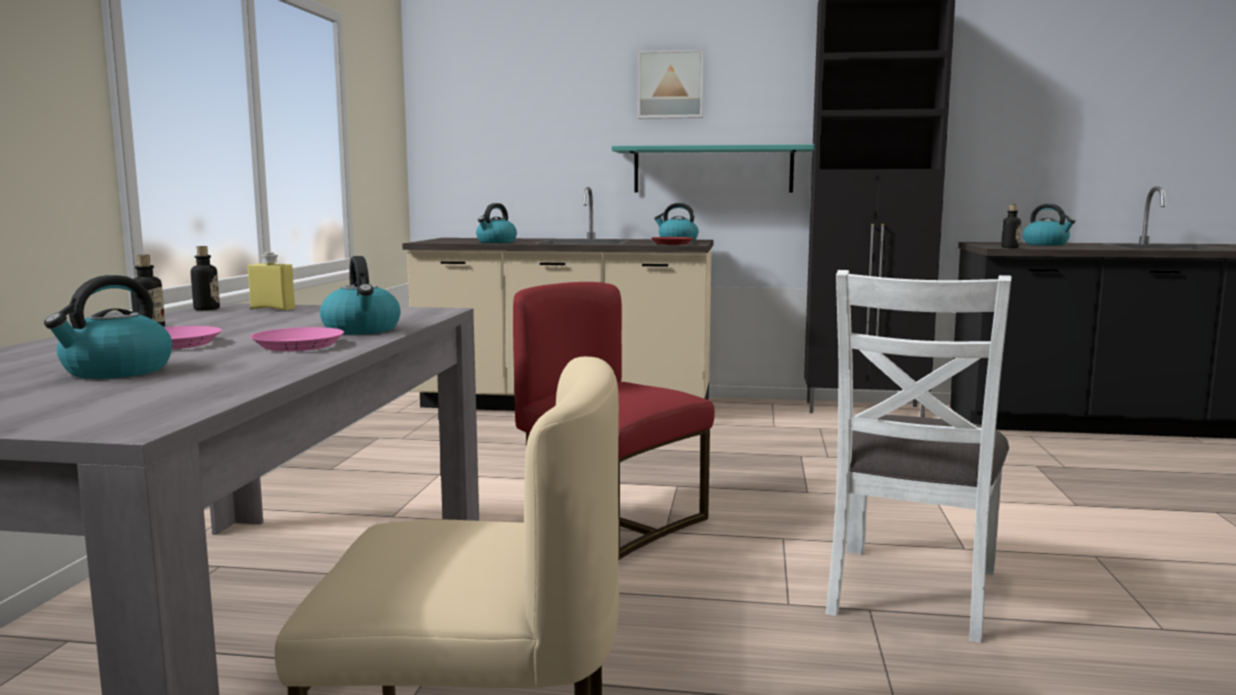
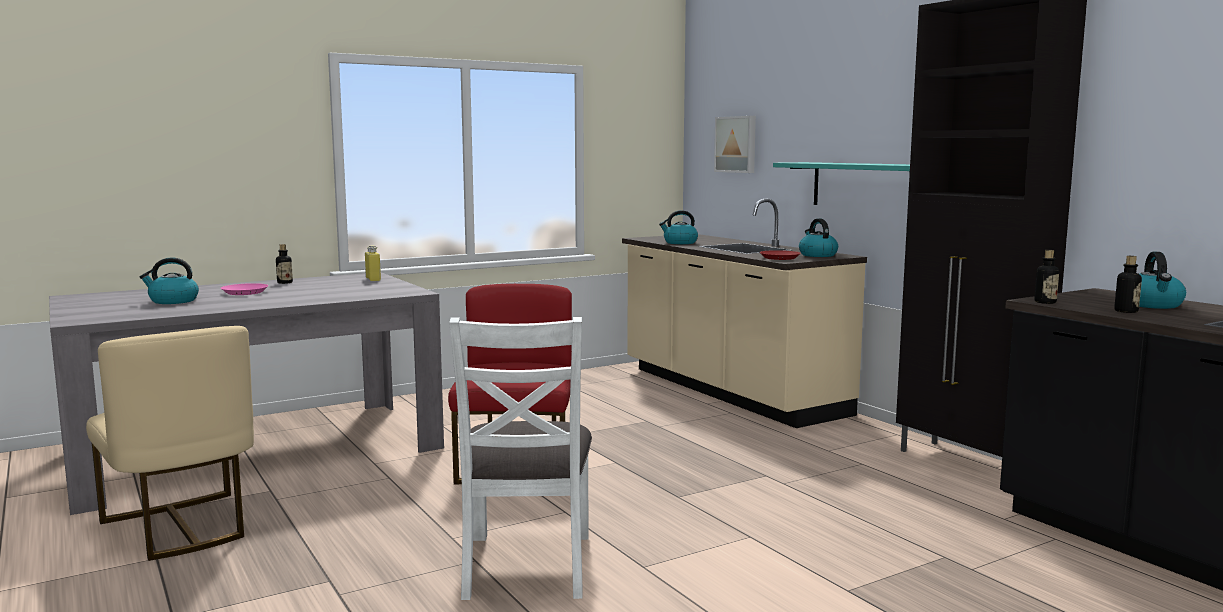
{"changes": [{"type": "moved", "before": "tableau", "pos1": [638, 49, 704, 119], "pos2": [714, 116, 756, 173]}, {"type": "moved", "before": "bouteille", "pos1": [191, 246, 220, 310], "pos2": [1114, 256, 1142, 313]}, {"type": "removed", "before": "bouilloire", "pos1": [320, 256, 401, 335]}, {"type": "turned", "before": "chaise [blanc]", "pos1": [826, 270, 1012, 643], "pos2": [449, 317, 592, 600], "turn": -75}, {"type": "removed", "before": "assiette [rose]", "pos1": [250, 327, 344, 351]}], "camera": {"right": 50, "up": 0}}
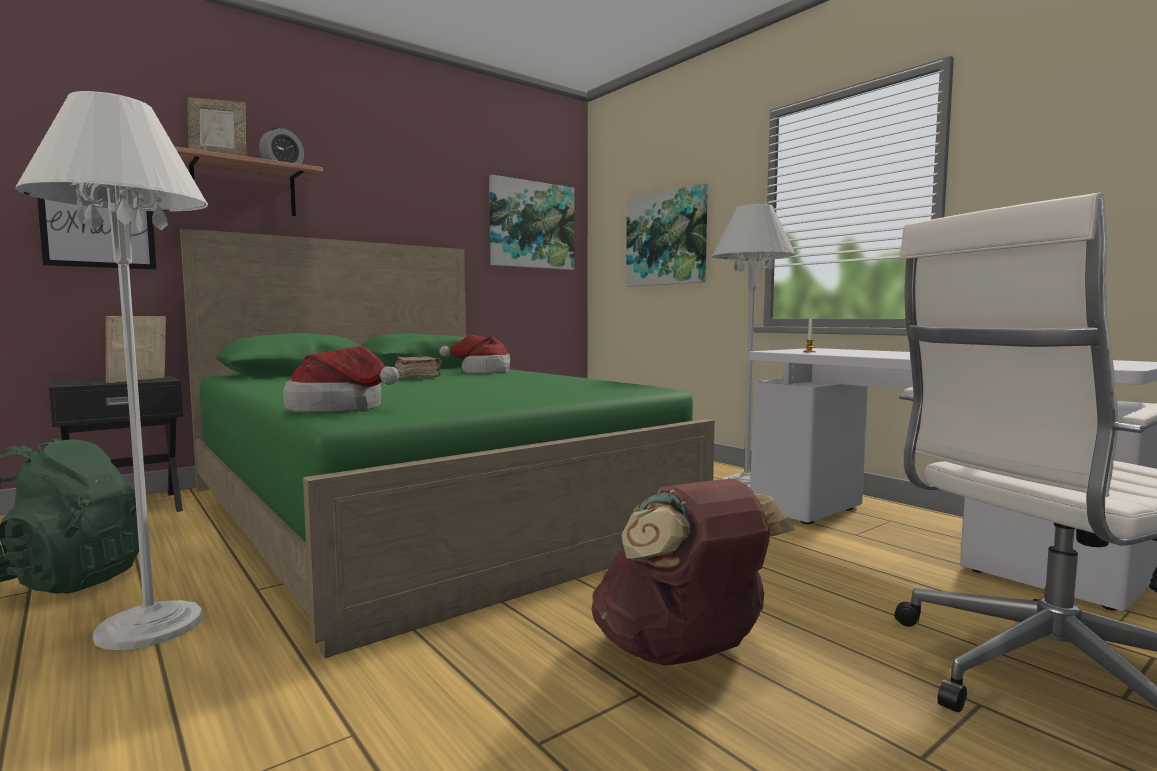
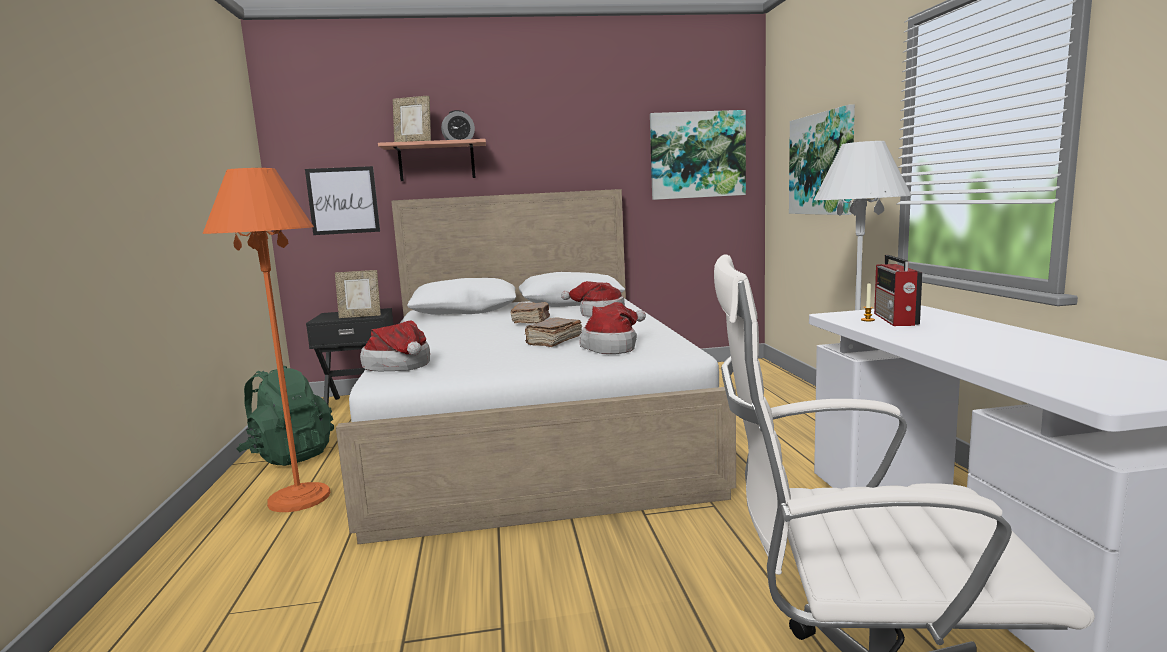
{"changes": [{"type": "recoloured", "before": "lampadaire [blanc]", "after": "lampadaire [orange]", "pos1": [15, 91, 208, 650], "pos2": [203, 168, 330, 512]}, {"type": "recoloured", "before": "lit [vert]", "after": "lit [blanc]", "pos1": [180, 228, 715, 658], "pos2": [336, 189, 736, 544]}, {"type": "turned", "before": "cadre photo", "pos1": [105, 316, 166, 383], "pos2": [335, 270, 381, 318], "turn": -150}, {"type": "removed", "before": "sac à dos [marron]", "pos1": [591, 479, 795, 666]}, {"type": "added", "after": "radio", "pos2": [874, 255, 923, 326]}, {"type": "added", "after": "chapeau", "pos2": [580, 302, 646, 354]}, {"type": "added", "after": "livre [marron]", "pos2": [525, 317, 582, 347]}], "camera": {"right": 30, "up": 5}}
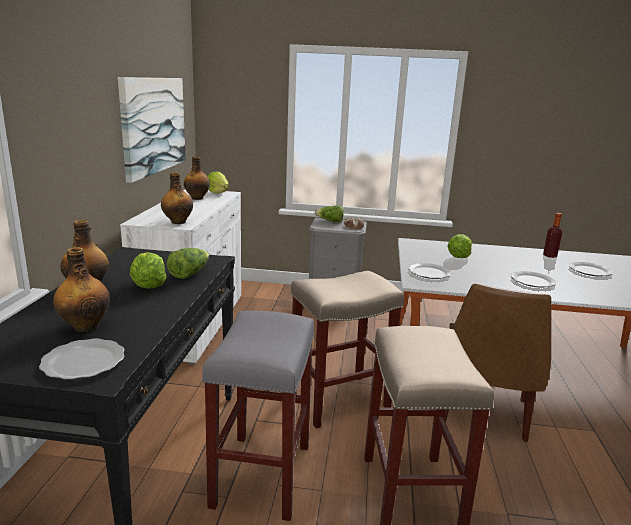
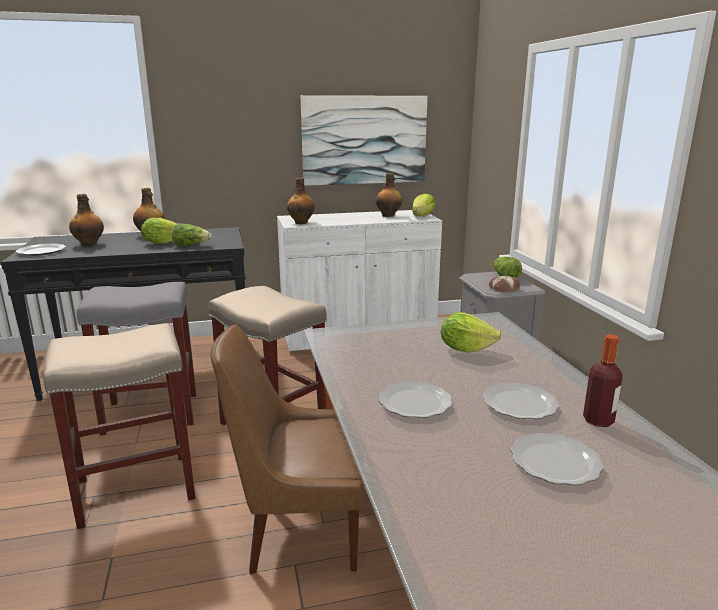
{"changes": [{"type": "moved", "before": "assiette", "pos1": [409, 263, 452, 279], "pos2": [483, 383, 559, 419]}], "camera": {"right": 70, "up": 0}}
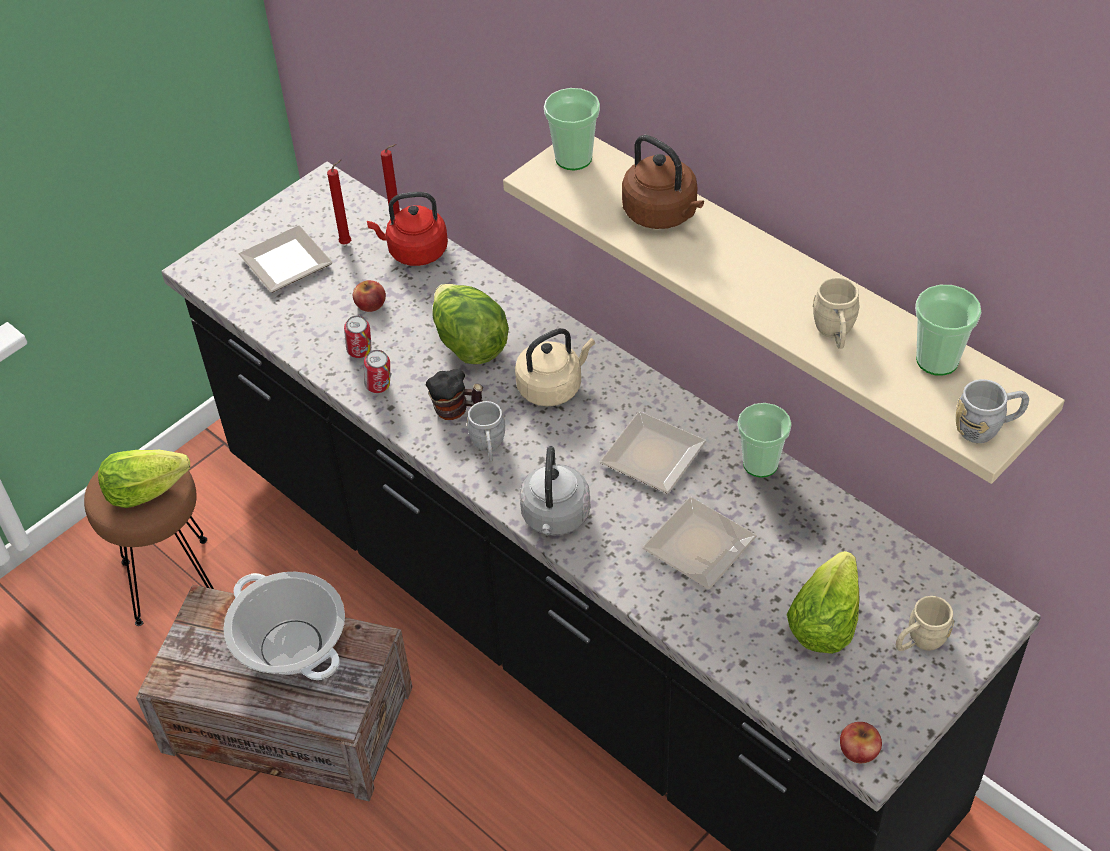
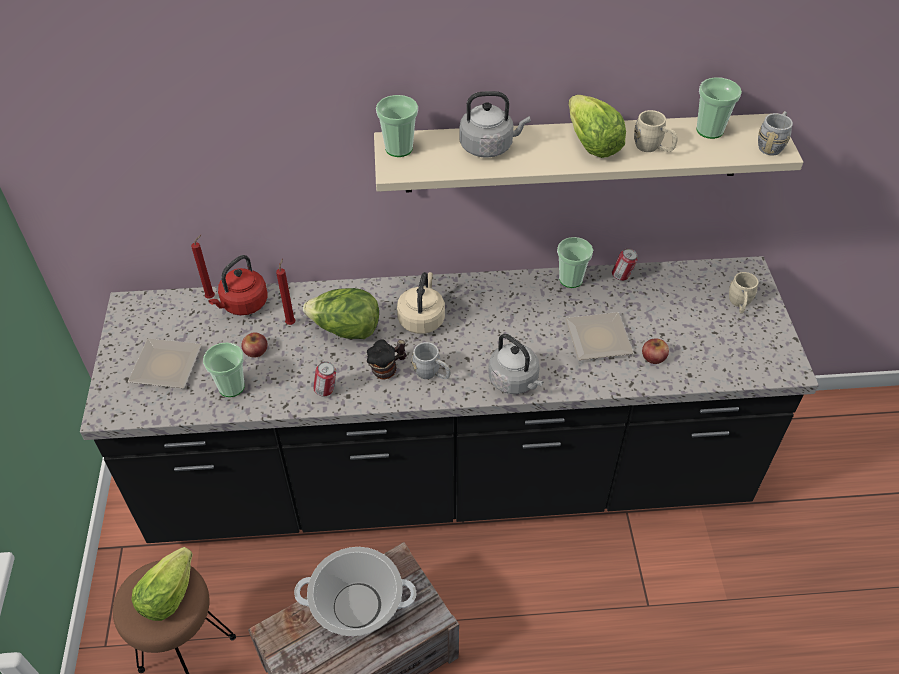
{"changes": [{"type": "recoloured", "before": "bouilloire [marron]", "after": "bouilloire [gris]", "pos1": [622, 135, 704, 229], "pos2": [459, 91, 530, 158]}, {"type": "moved", "before": "bougie [rouge]", "pos1": [327, 160, 351, 244], "pos2": [276, 259, 295, 325]}, {"type": "moved", "before": "boîte métallique", "pos1": [344, 316, 371, 358], "pos2": [612, 248, 638, 281]}, {"type": "removed", "before": "assiette", "pos1": [600, 411, 707, 494]}, {"type": "moved", "before": "laitue", "pos1": [787, 551, 859, 654], "pos2": [568, 95, 626, 158]}, {"type": "moved", "before": "pomme", "pos1": [840, 722, 882, 763], "pos2": [642, 338, 669, 364]}, {"type": "added", "after": "tasse", "pos2": [203, 342, 245, 397]}], "camera": {"right": -50, "up": 0}}
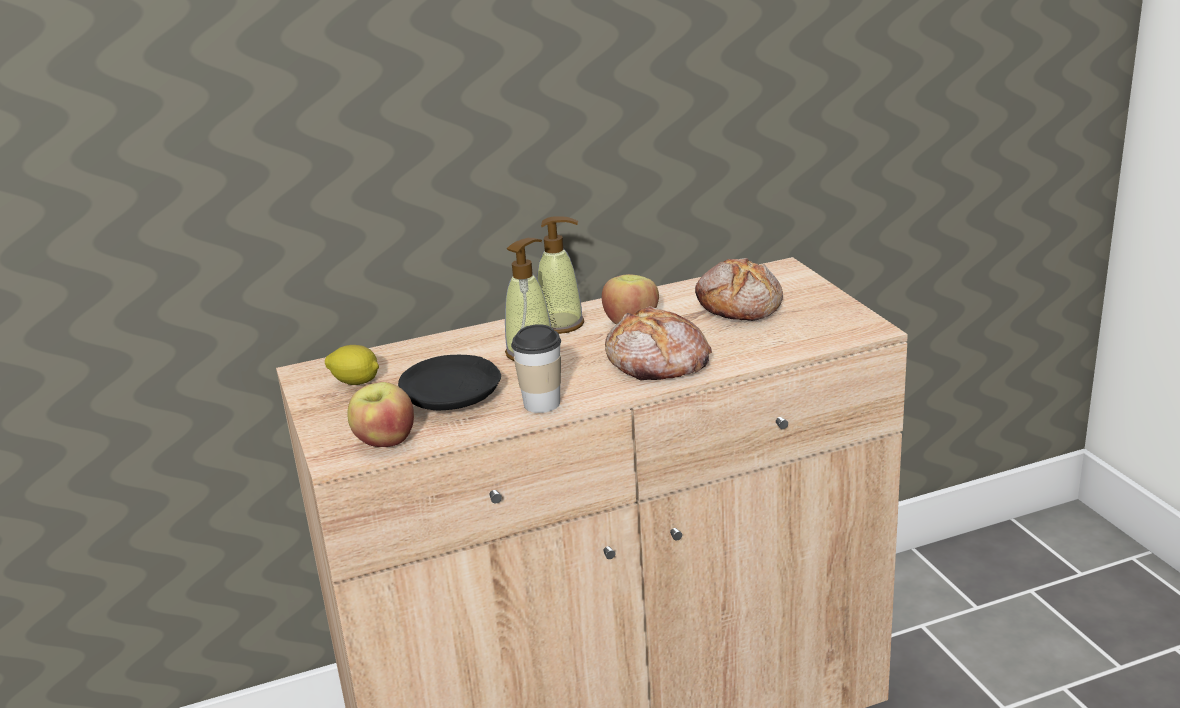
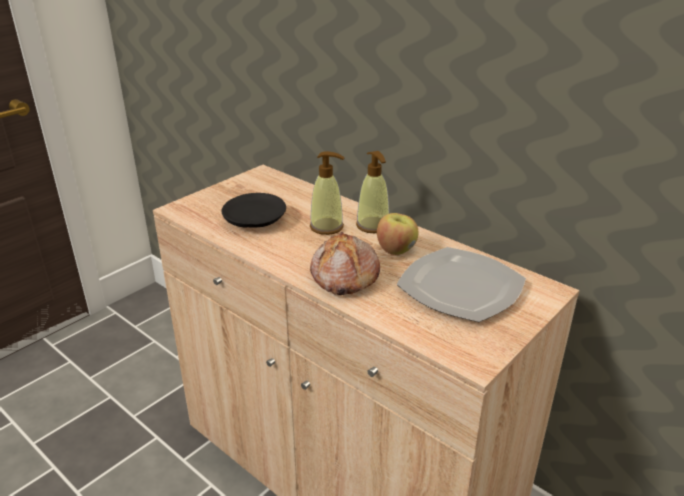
{"changes": [{"type": "replaced", "before": "pain", "after": "assiette", "pos1": [695, 258, 783, 321], "pos2": [397, 247, 526, 322]}, {"type": "removed", "before": "tasse", "pos1": [511, 324, 561, 413]}, {"type": "removed", "before": "citron", "pos1": [325, 345, 379, 385]}, {"type": "removed", "before": "pomme", "pos1": [347, 382, 414, 447]}], "camera": {"right": 60, "up": 5}}
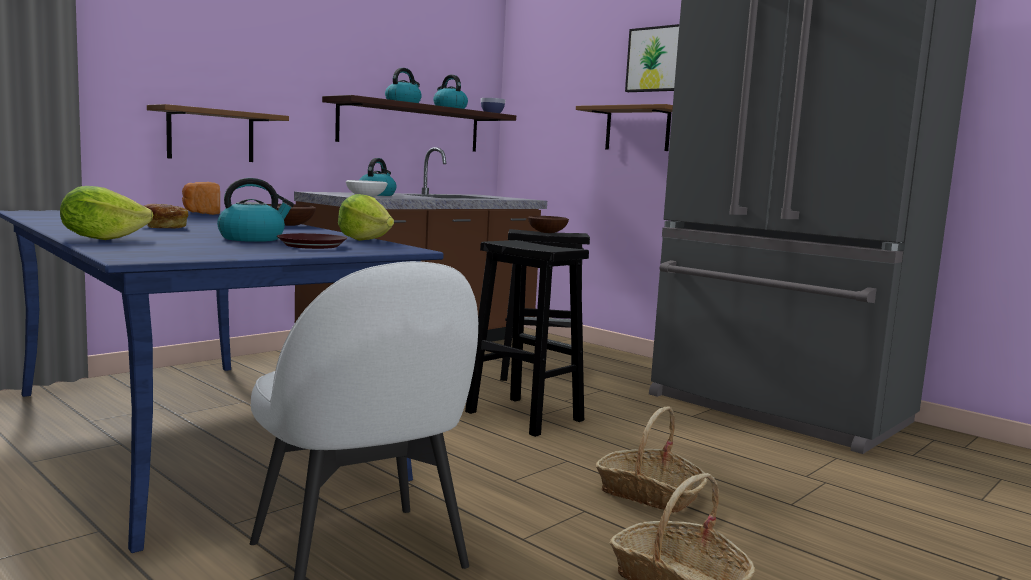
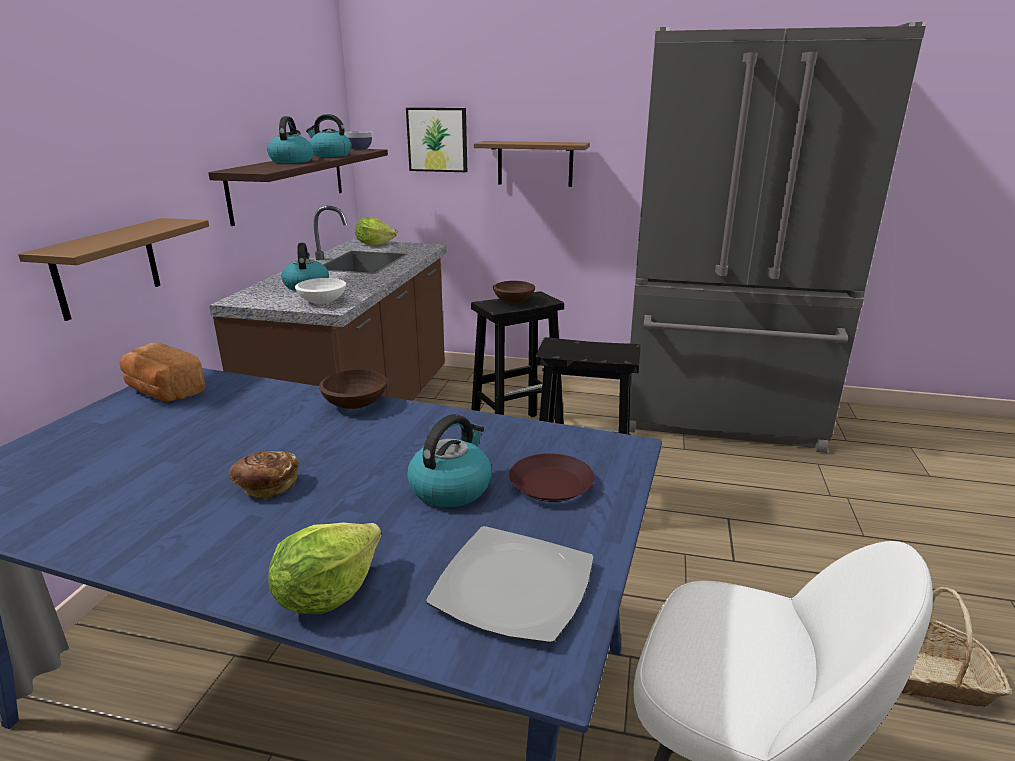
{"changes": [{"type": "moved", "before": "tableau", "pos1": [625, 24, 679, 92], "pos2": [406, 108, 467, 172]}, {"type": "moved", "before": "laitue", "pos1": [338, 194, 394, 241], "pos2": [355, 217, 397, 246]}, {"type": "removed", "before": "panier", "pos1": [596, 406, 708, 513]}, {"type": "added", "after": "assiette", "pos2": [426, 526, 594, 643]}], "camera": {"right": -30, "up": 15}}
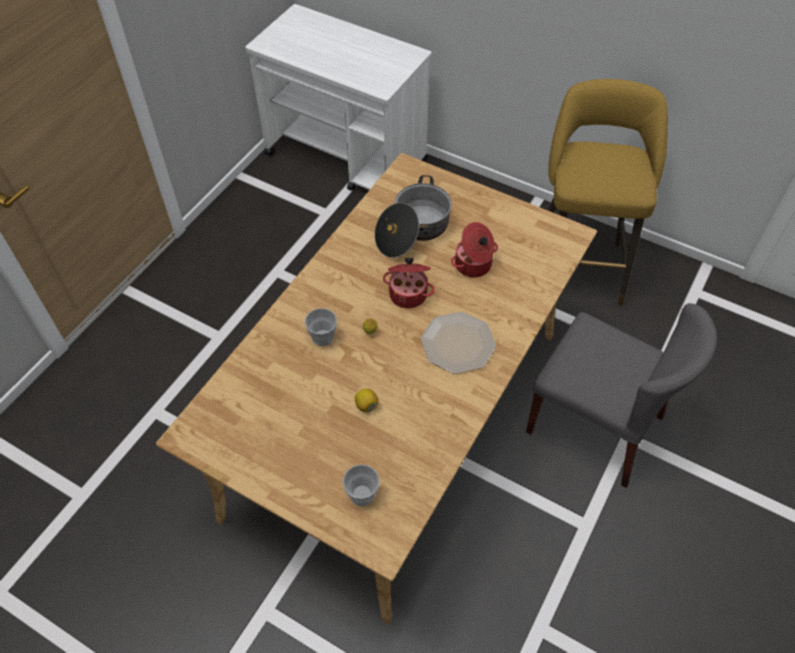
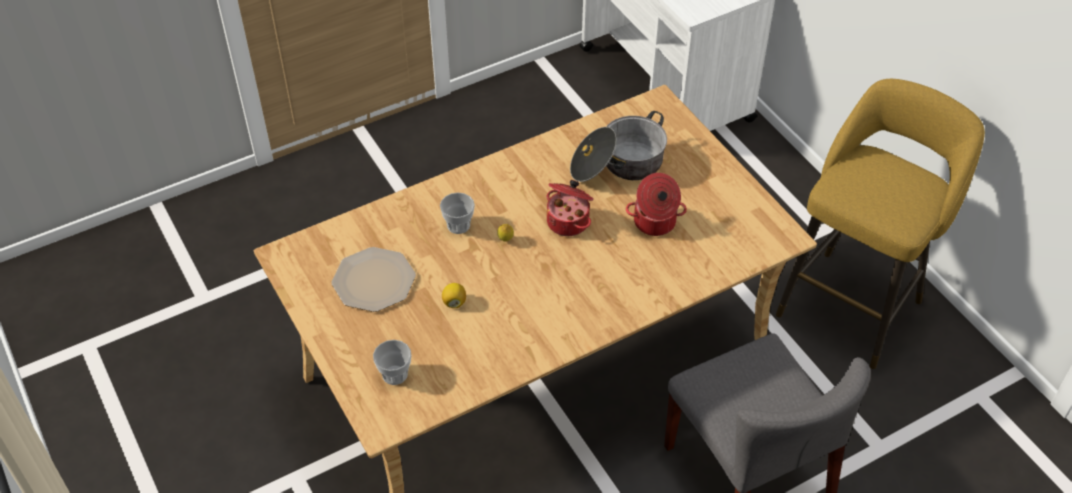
{"changes": [{"type": "moved", "before": "assiette", "pos1": [421, 312, 496, 374], "pos2": [332, 247, 416, 312]}], "camera": {"right": 30, "up": -5}}
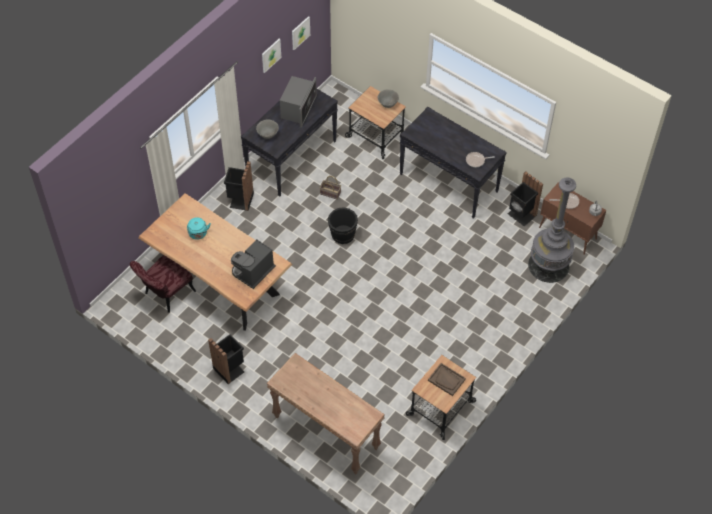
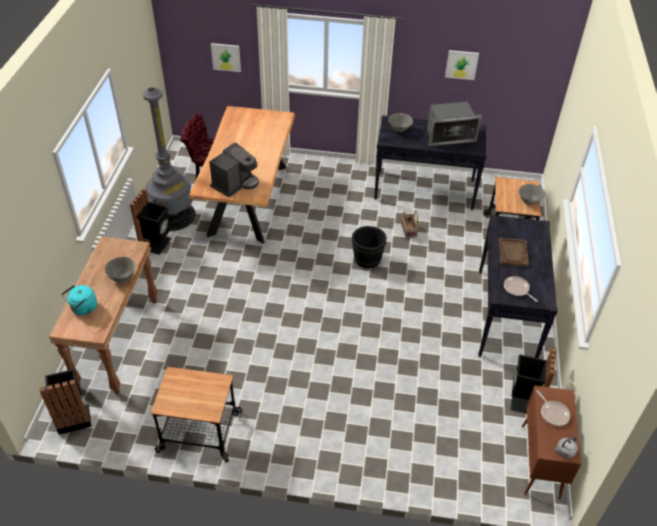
{"changes": [{"type": "moved", "before": "tableau", "pos1": [292, 16, 310, 50], "pos2": [211, 43, 241, 72]}, {"type": "moved", "before": "poubelle [noir]", "pos1": [224, 161, 254, 211], "pos2": [40, 369, 92, 435]}, {"type": "moved", "before": "lampadaire [gris]", "pos1": [528, 178, 576, 283], "pos2": [142, 87, 196, 231]}, {"type": "moved", "before": "bouilloire [turquoise]", "pos1": [187, 217, 211, 240], "pos2": [61, 285, 97, 315]}, {"type": "turned", "before": "machine à café", "pos1": [231, 239, 276, 289], "pos2": [209, 142, 259, 197], "turn": 120}, {"type": "moved", "before": "plateau [marron]", "pos1": [428, 363, 466, 396], "pos2": [499, 238, 529, 267]}, {"type": "added", "after": "bol [gris]", "pos2": [104, 257, 136, 282]}], "camera": {"right": 60, "up": -10}}
